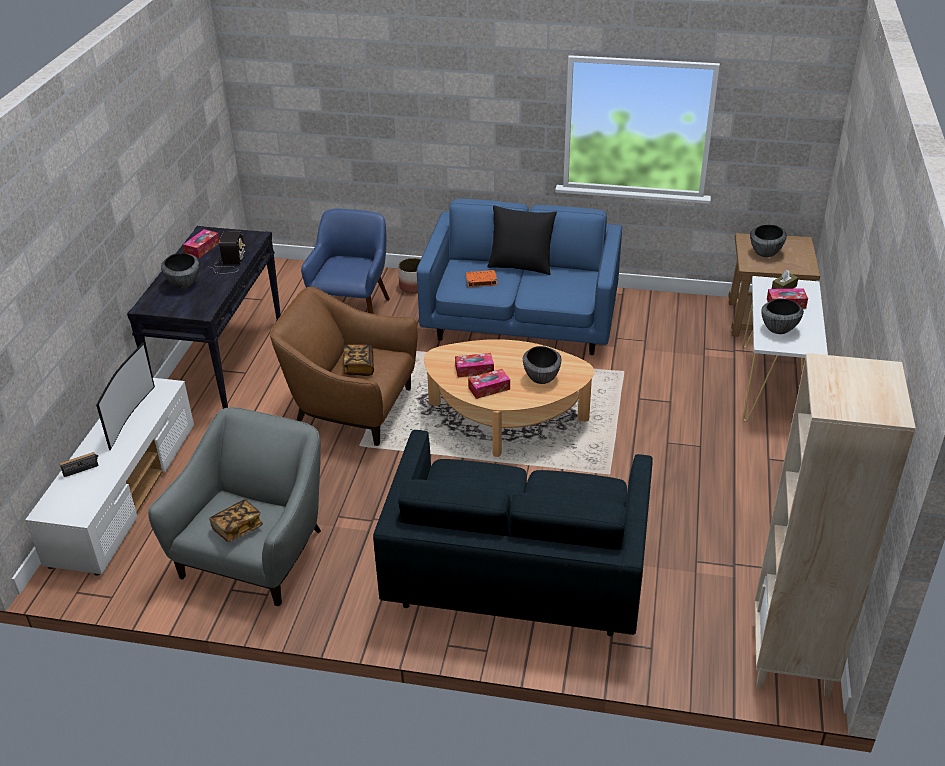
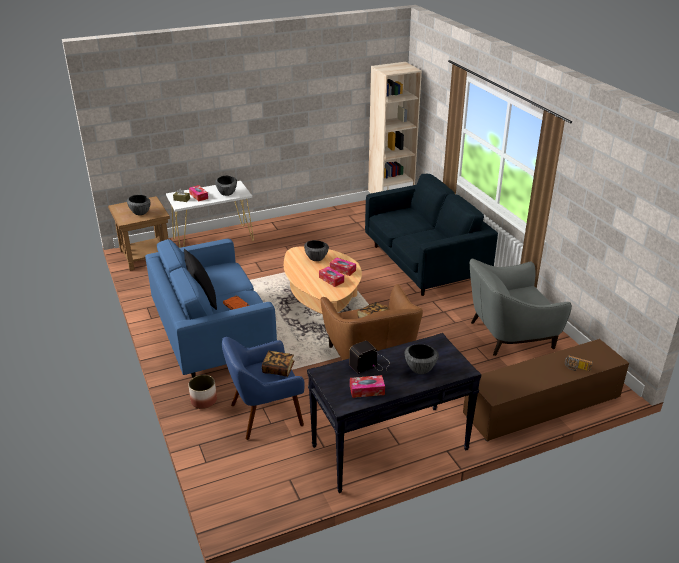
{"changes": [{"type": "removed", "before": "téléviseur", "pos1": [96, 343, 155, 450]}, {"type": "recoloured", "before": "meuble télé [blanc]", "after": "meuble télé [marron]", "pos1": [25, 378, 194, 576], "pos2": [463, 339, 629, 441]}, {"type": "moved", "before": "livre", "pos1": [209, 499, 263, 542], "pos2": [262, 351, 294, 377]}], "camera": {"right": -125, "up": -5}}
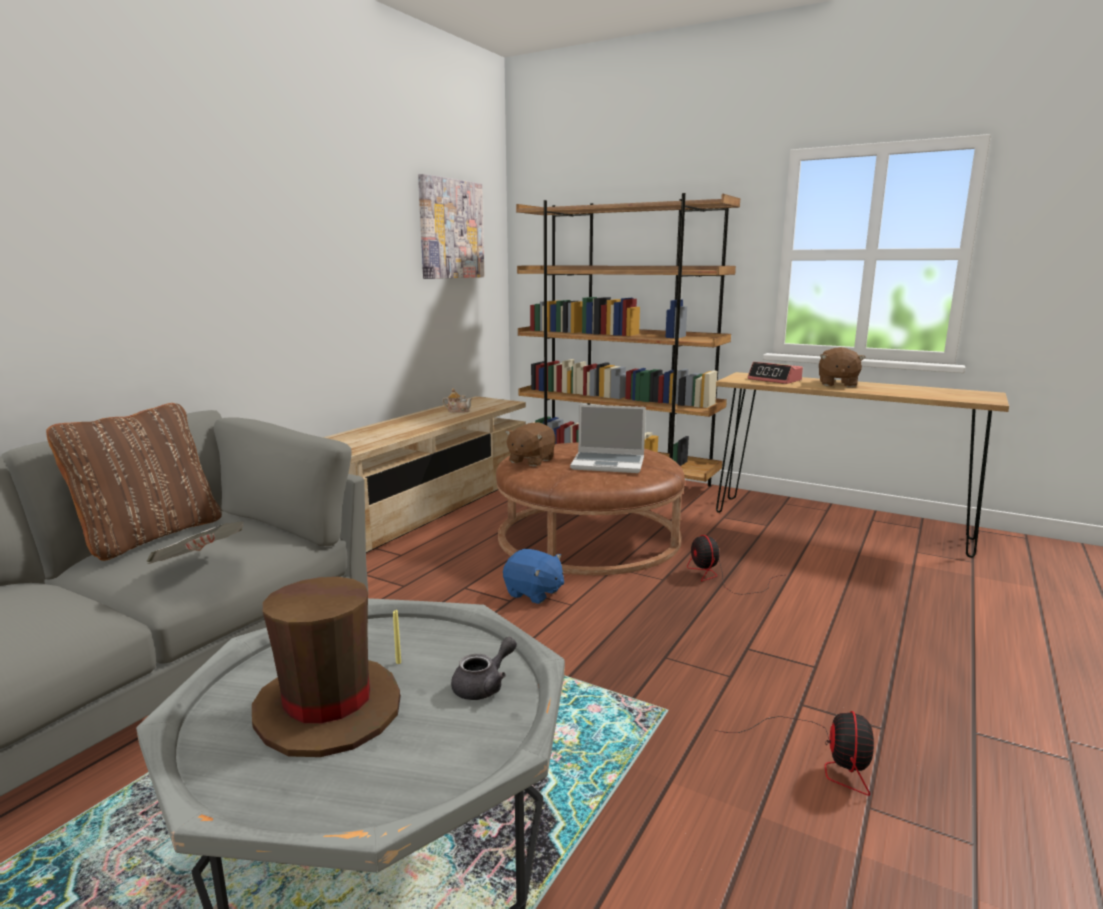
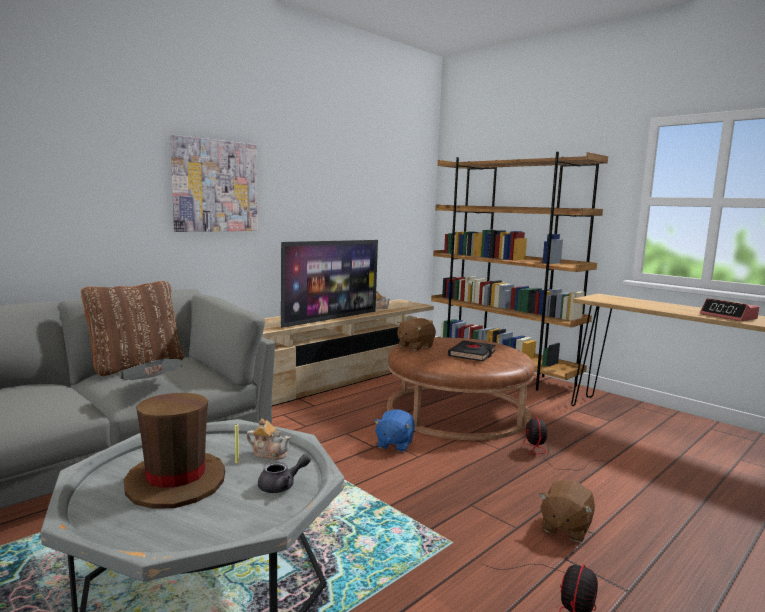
{"changes": [{"type": "moved", "before": "tableau", "pos1": [418, 174, 485, 279], "pos2": [170, 135, 258, 232]}, {"type": "moved", "before": "peluche [marron]", "pos1": [819, 347, 866, 387], "pos2": [539, 480, 595, 542]}, {"type": "moved", "before": "réveil", "pos1": [747, 362, 803, 384], "pos2": [700, 298, 759, 321]}, {"type": "replaced", "before": "ordinateur portable", "after": "livre [noir]", "pos1": [570, 404, 646, 473], "pos2": [448, 340, 495, 361]}, {"type": "turned", "before": "peluche [bleu]", "pos1": [503, 549, 564, 604], "pos2": [374, 409, 415, 452], "turn": 60}, {"type": "added", "after": "téléviseur", "pos2": [281, 240, 378, 328]}, {"type": "added", "after": "théière", "pos2": [246, 418, 291, 460]}], "camera": {"right": 15, "up": -5}}
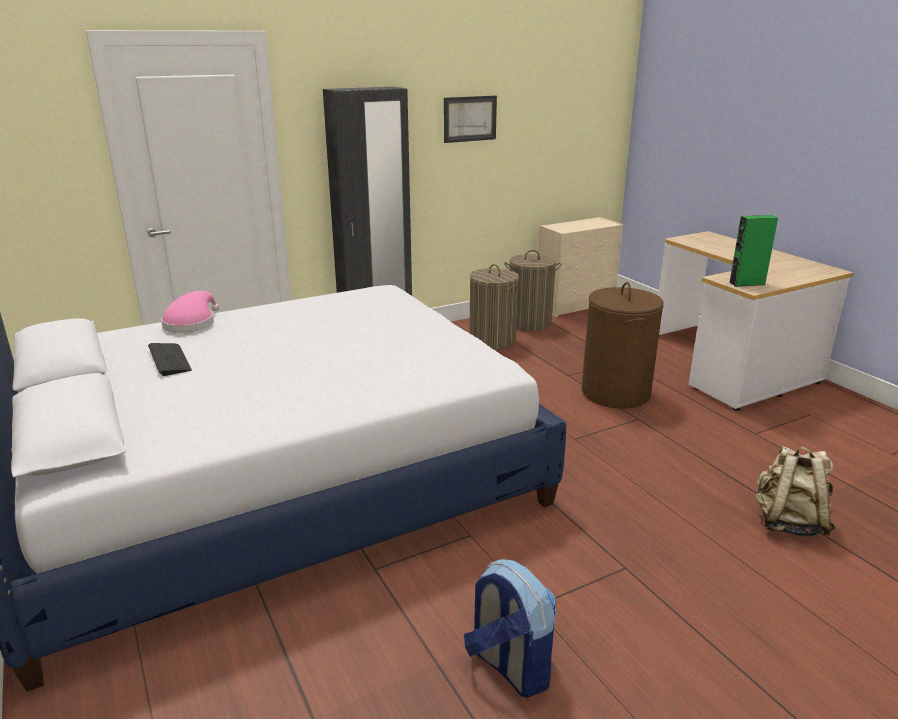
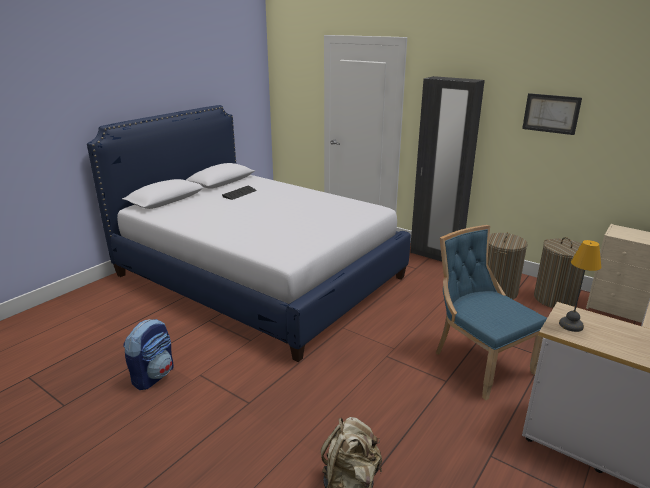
{"changes": [{"type": "replaced", "before": "enceinte [vert]", "after": "lampe de table", "pos1": [729, 215, 778, 287], "pos2": [559, 240, 601, 332]}, {"type": "replaced", "before": "panier à linge [marron]", "after": "chaise [bleu]", "pos1": [581, 282, 663, 409], "pos2": [435, 225, 547, 400]}, {"type": "removed", "before": "chapeau [rose]", "pos1": [161, 291, 219, 333]}], "camera": {"right": 65, "up": 0}}
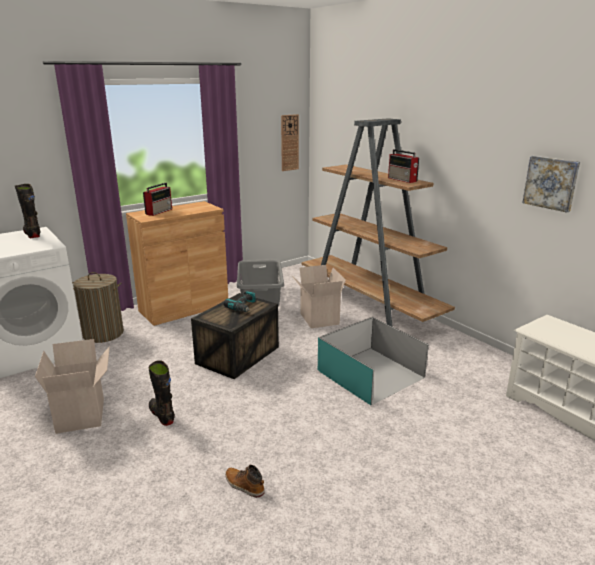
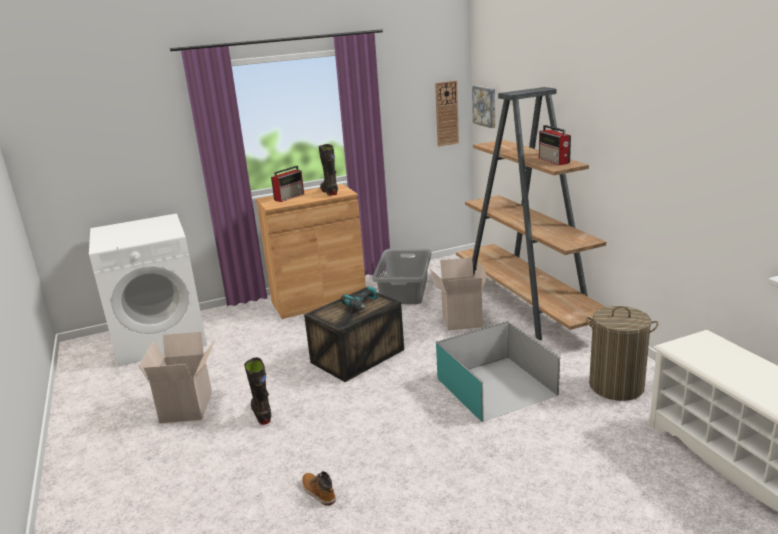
{"changes": [{"type": "moved", "before": "tableau", "pos1": [522, 156, 580, 213], "pos2": [472, 86, 495, 128]}, {"type": "moved", "before": "botte [noir]", "pos1": [15, 184, 40, 238], "pos2": [318, 144, 338, 196]}, {"type": "moved", "before": "panier à linge", "pos1": [72, 272, 124, 343], "pos2": [586, 306, 658, 401]}], "camera": {"right": 15, "up": 0}}
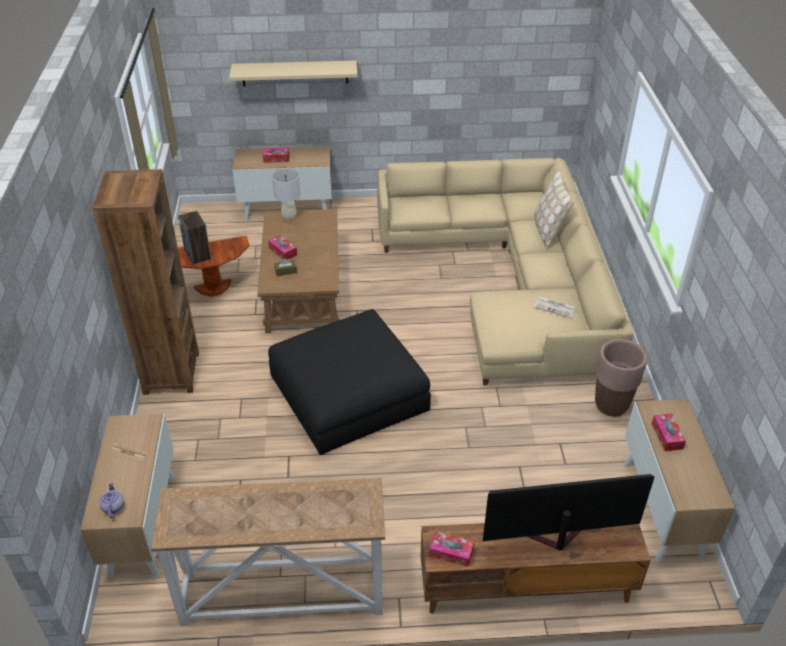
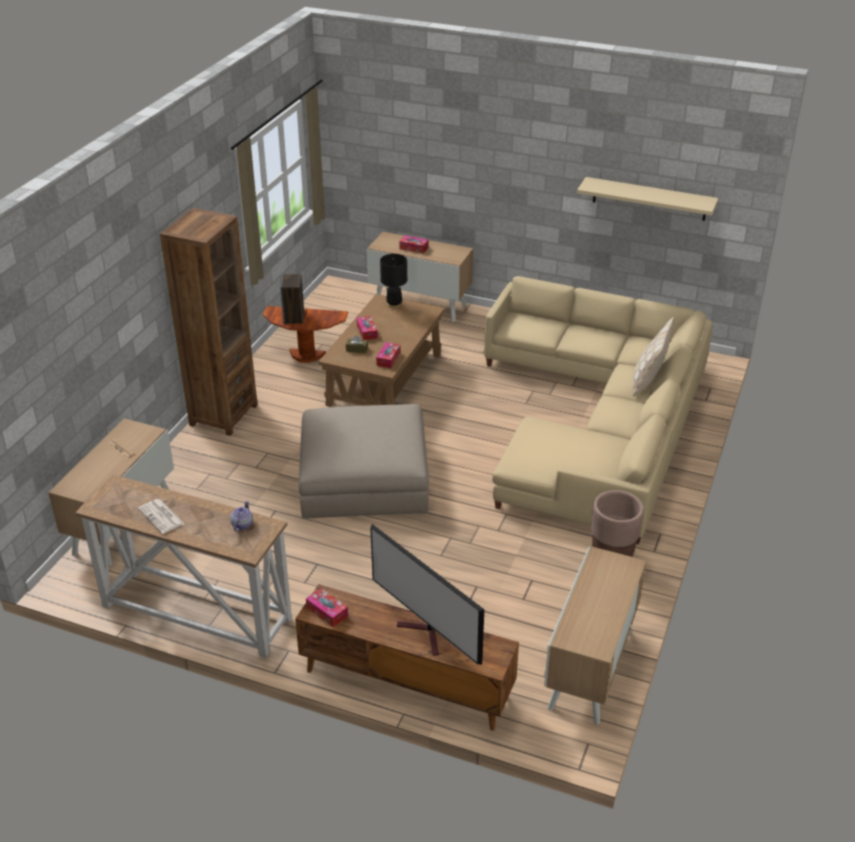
{"changes": [{"type": "moved", "before": "étagère [beige]", "pos1": [229, 60, 357, 86], "pos2": [577, 177, 718, 221]}, {"type": "recoloured", "before": "lampe de table [blanc]", "after": "lampe de table [noir]", "pos1": [272, 168, 300, 221], "pos2": [380, 254, 407, 308]}, {"type": "moved", "before": "journal", "pos1": [534, 297, 576, 318], "pos2": [138, 499, 184, 534]}, {"type": "recoloured", "before": "pouf [noir]", "after": "pouf [beige]", "pos1": [268, 309, 431, 455], "pos2": [298, 404, 429, 519]}, {"type": "moved", "before": "boîte à mouchoirs", "pos1": [652, 414, 686, 451], "pos2": [376, 342, 401, 368]}, {"type": "turned", "before": "téléviseur", "pos1": [483, 474, 655, 550], "pos2": [371, 524, 484, 664], "turn": -150}, {"type": "moved", "before": "théière", "pos1": [99, 482, 124, 518], "pos2": [230, 501, 253, 531]}], "camera": {"right": 25, "up": -5}}
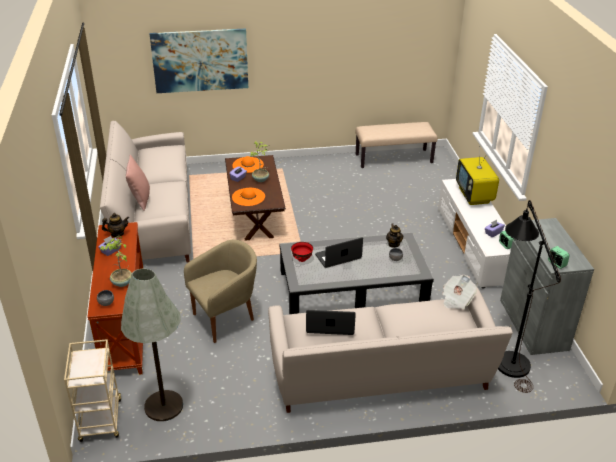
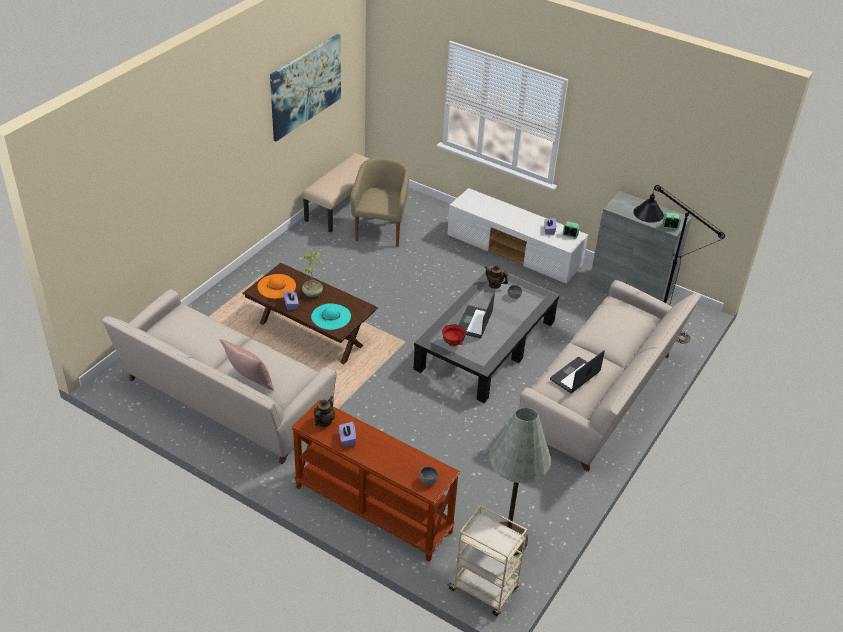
{"changes": [{"type": "moved", "before": "tableau", "pos1": [150, 28, 248, 93], "pos2": [270, 34, 341, 142]}, {"type": "removed", "before": "téléviseur", "pos1": [456, 146, 499, 205]}, {"type": "recoloured", "before": "chapeau [orange]", "after": "chapeau [turquoise]", "pos1": [232, 188, 265, 206], "pos2": [311, 303, 351, 330]}, {"type": "removed", "before": "plante en pot", "pos1": [100, 236, 132, 287]}, {"type": "moved", "before": "fauteuil [beige]", "pos1": [184, 240, 257, 343], "pos2": [351, 157, 409, 247]}, {"type": "removed", "before": "journal", "pos1": [442, 275, 477, 310]}], "camera": {"right": -50, "up": 5}}
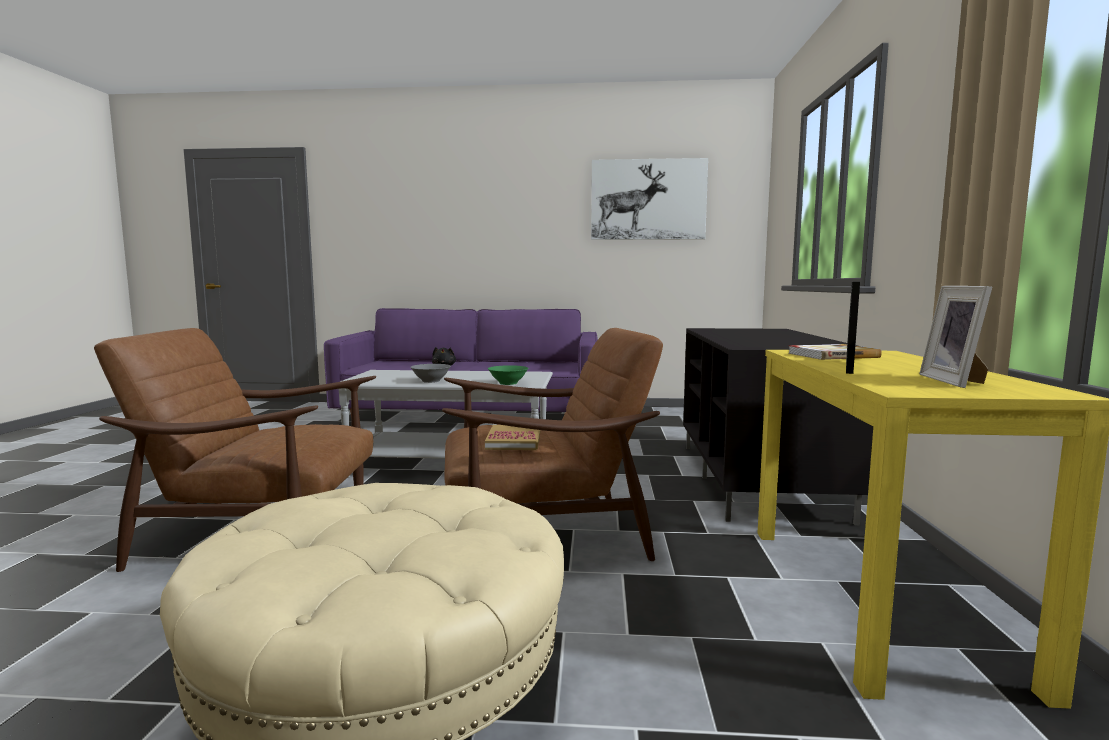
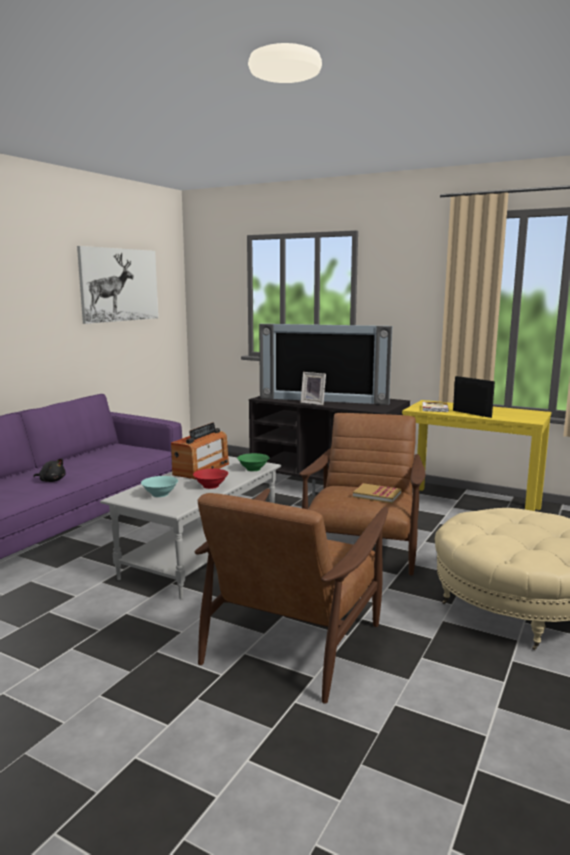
{"changes": [{"type": "moved", "before": "cadre photo", "pos1": [919, 286, 992, 388], "pos2": [301, 372, 326, 405]}, {"type": "recoloured", "before": "bol [gris]", "after": "bol [rouge]", "pos1": [410, 364, 451, 383], "pos2": [193, 469, 228, 489]}, {"type": "added", "after": "téléviseur", "pos2": [259, 324, 392, 405]}, {"type": "added", "after": "radio", "pos2": [171, 422, 229, 479]}, {"type": "added", "after": "bol [turquoise]", "pos2": [141, 476, 178, 497]}], "camera": {"right": -65, "up": 5}}
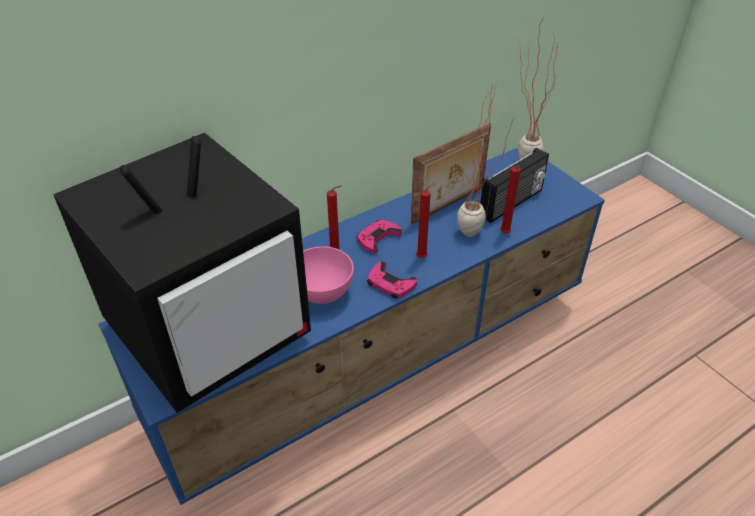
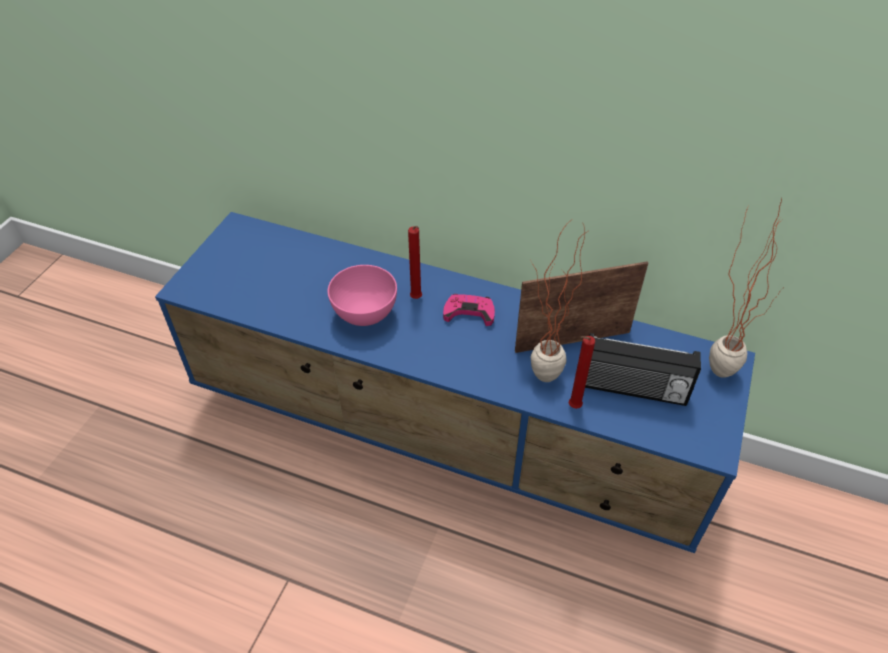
{"changes": [{"type": "turned", "before": "cadre photo", "pos1": [410, 123, 491, 224], "pos2": [515, 261, 649, 353], "turn": 150}, {"type": "removed", "before": "téléviseur", "pos1": [53, 132, 311, 413]}, {"type": "removed", "before": "bougie [rouge]", "pos1": [416, 183, 436, 258]}, {"type": "removed", "before": "manette [rose]", "pos1": [367, 261, 417, 298]}], "camera": {"right": 55, "up": 5}}
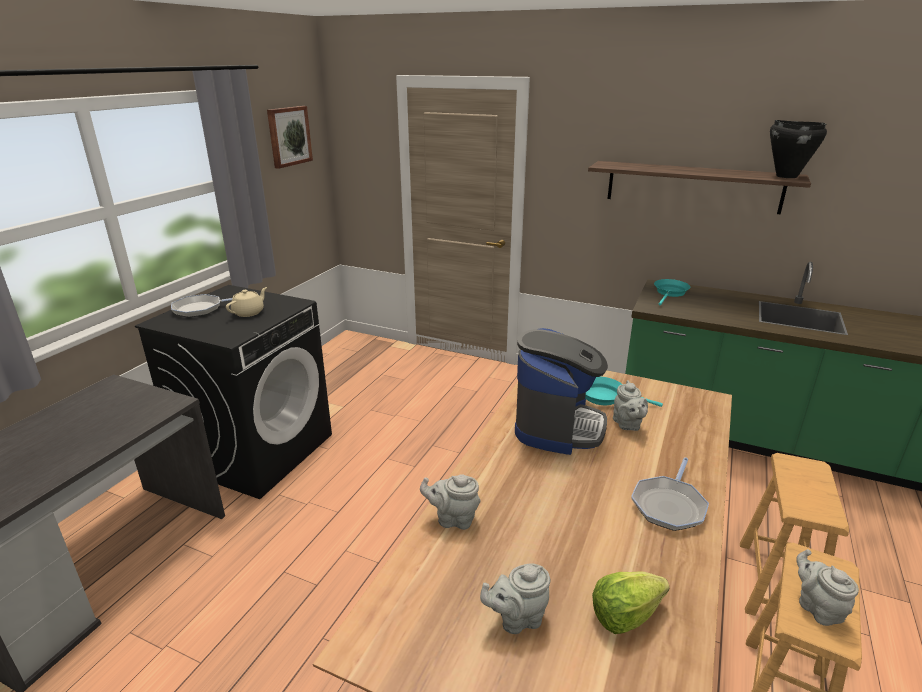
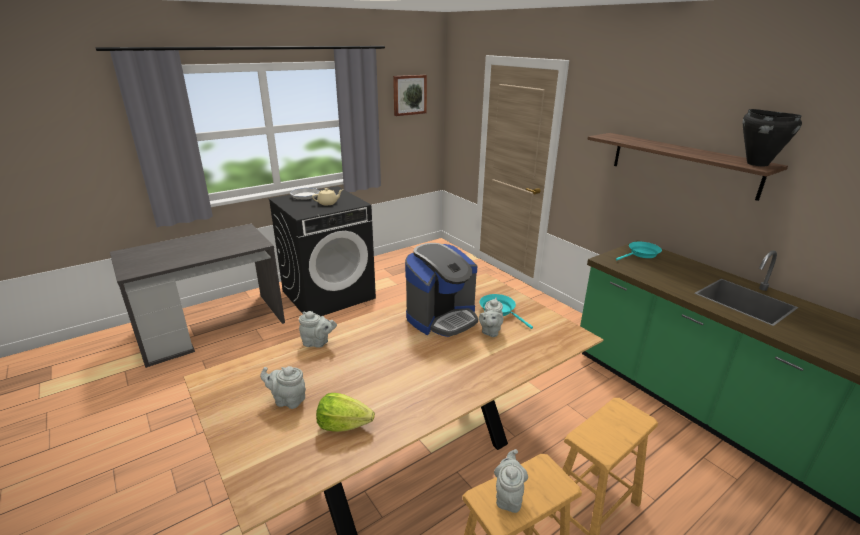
{"changes": [{"type": "removed", "before": "poêle", "pos1": [631, 457, 709, 531]}, {"type": "turned", "before": "théière [gris]", "pos1": [420, 474, 481, 530], "pos2": [299, 311, 337, 348], "turn": 150}], "camera": {"right": 30, "up": 0}}
